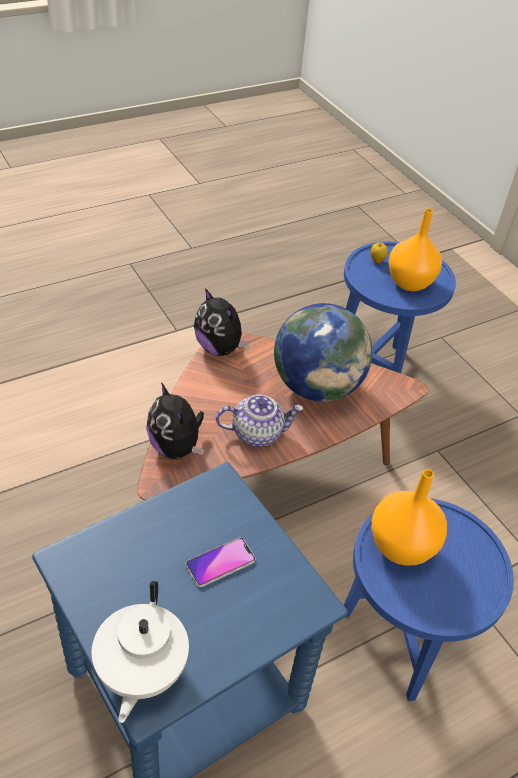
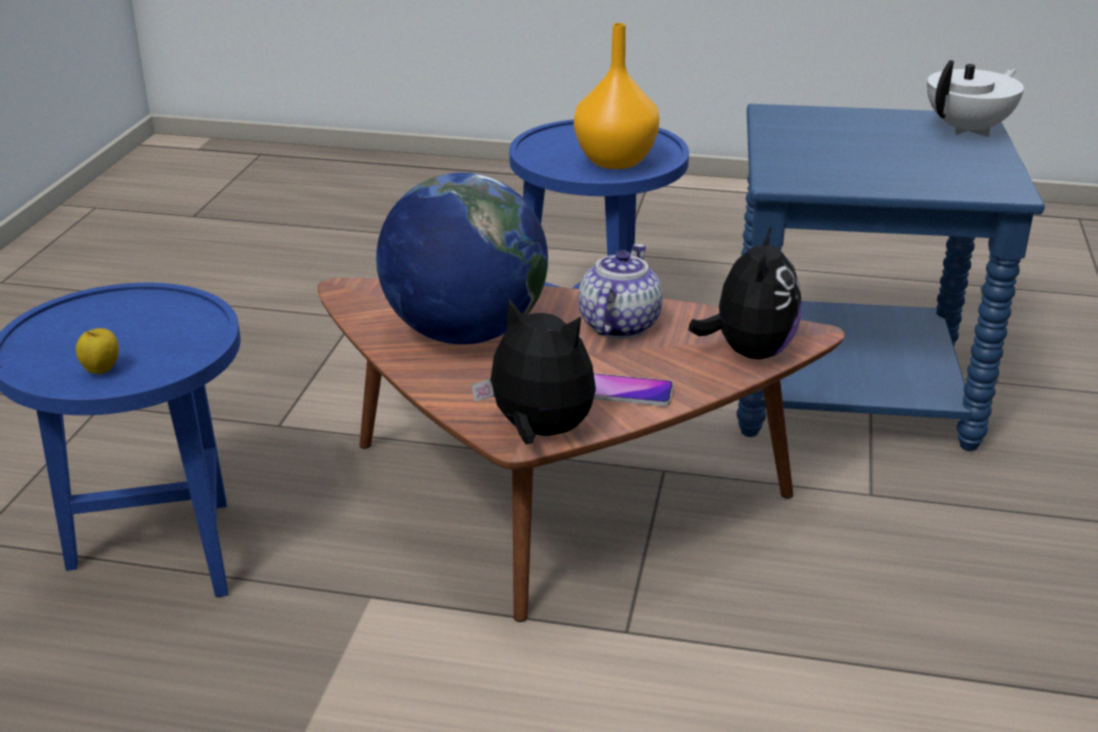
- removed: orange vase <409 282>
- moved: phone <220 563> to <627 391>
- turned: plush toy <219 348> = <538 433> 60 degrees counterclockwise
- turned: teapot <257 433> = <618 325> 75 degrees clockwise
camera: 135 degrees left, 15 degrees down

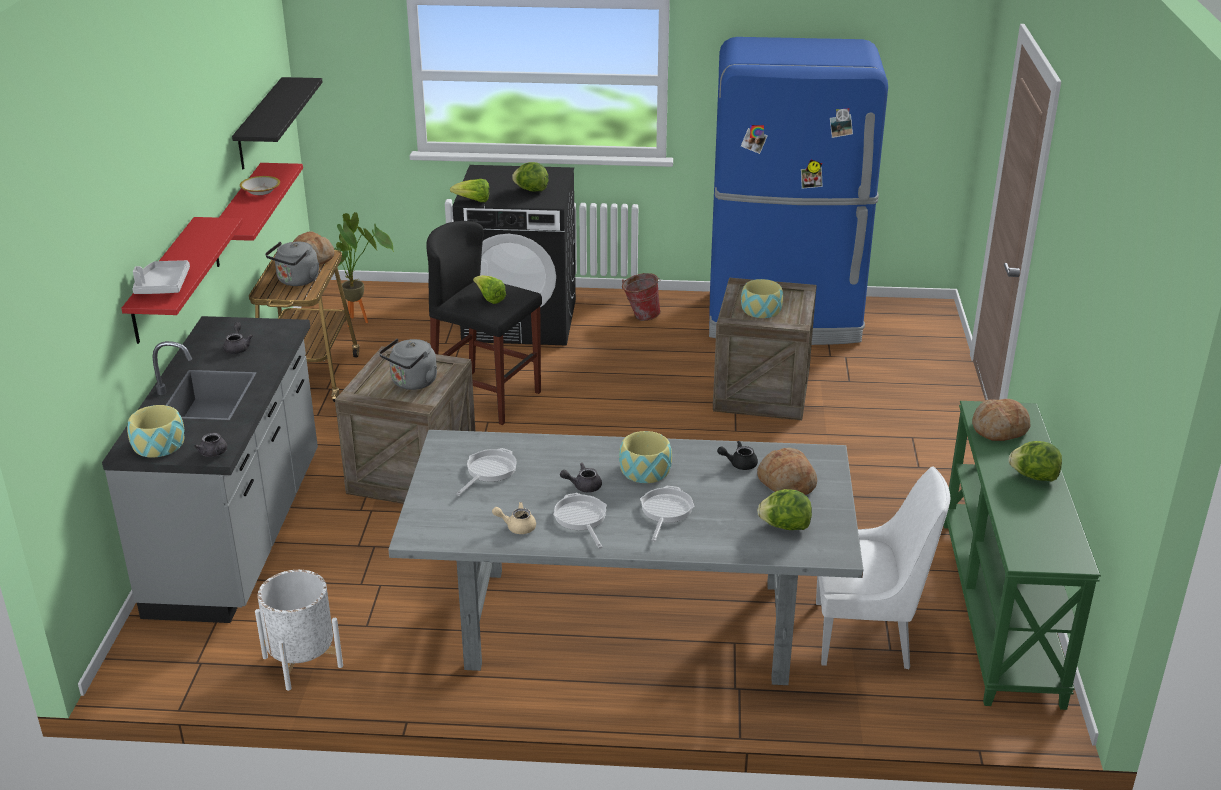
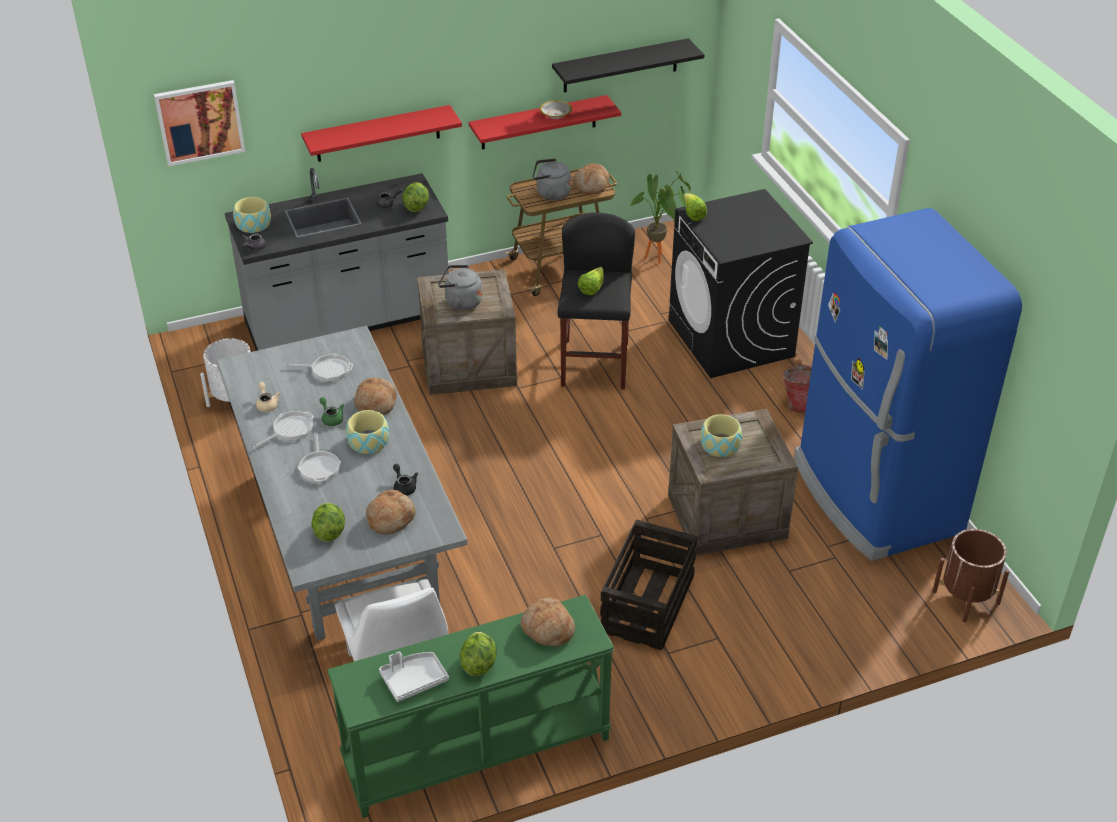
- added: picture <200 122>
- added: bread <375 404>
- added: crate <647 605>
- added: brown planter <966 597>
- moved: grey tray <163 286> to <413 680>
- moved: lettuce <531 190> to <416 207>
- recoloured: grey teapot <583 486> to green teapot <331 418>
- turned: frying pan <665 511> = <319 466> 90 degrees clockwise
camera: 65 degrees right, 10 degrees up

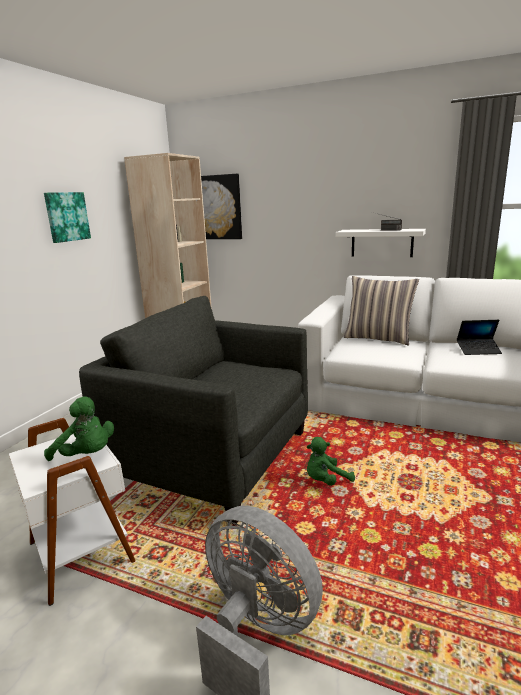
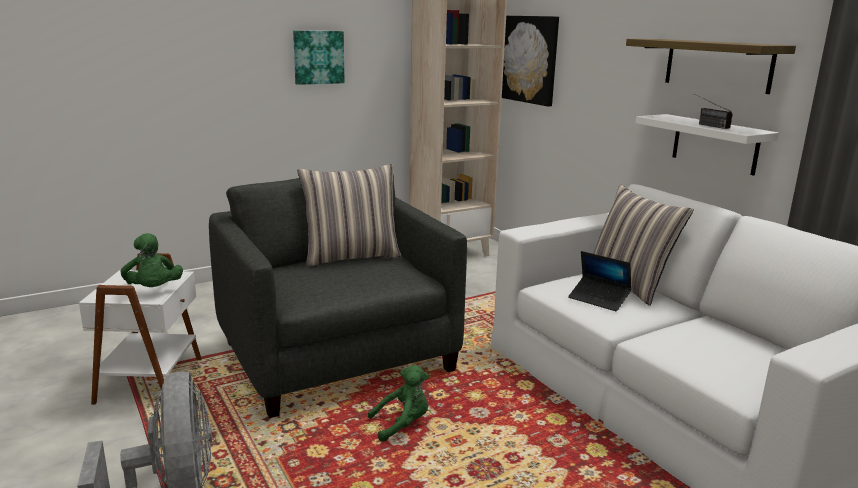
- added: pillow <351 256>
- added: shelf <717 65>
- moved: laptop <478 350> to <599 299>
- turned: green plush toy <326 481> = <402 424> 150 degrees clockwise
camera: 35 degrees right, 0 degrees up

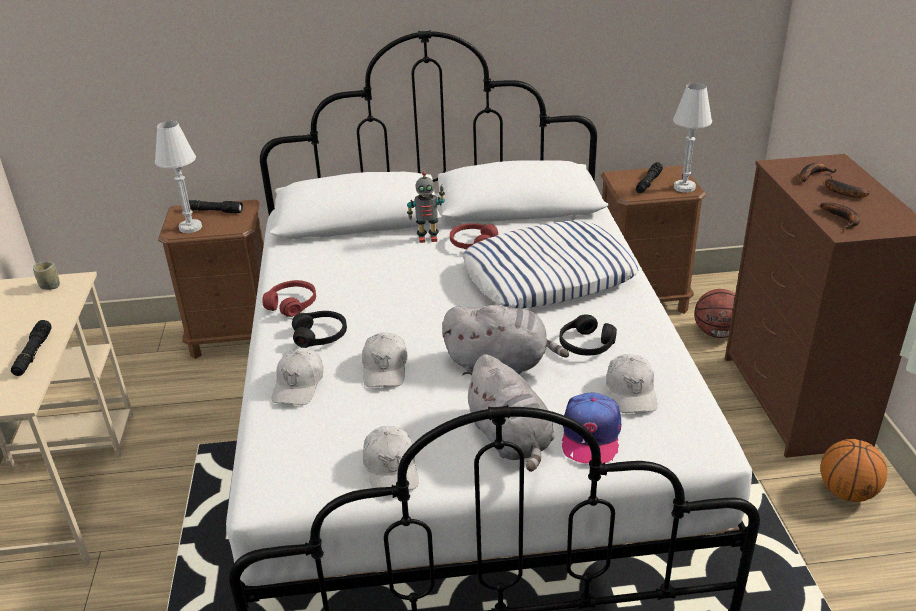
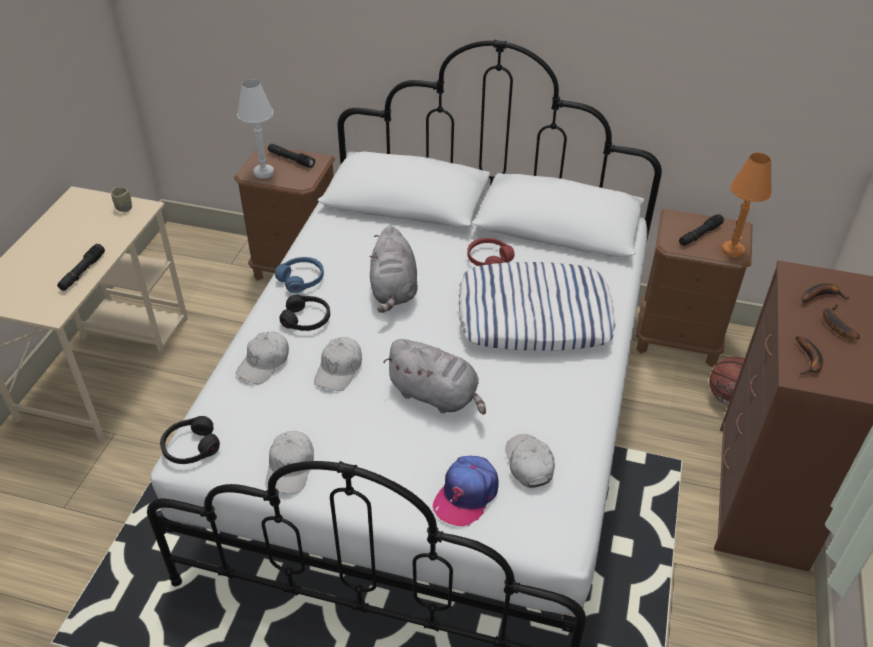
- removed: toy robot <428 238>
- removed: basketball <847 492>
- moved: grey plush toy <511 439> to <393 290>
- moved: black headphones <586 344> to <190 447>
- recoloured: red headphones <292 304> to blue headphones <301 279>
- recoloured: white table lamp <684 187> to orange table lamp <732 250>
- turned: white cap <631 392> = <529 464> 150 degrees clockwise
camera: 20 degrees right, 10 degrees up

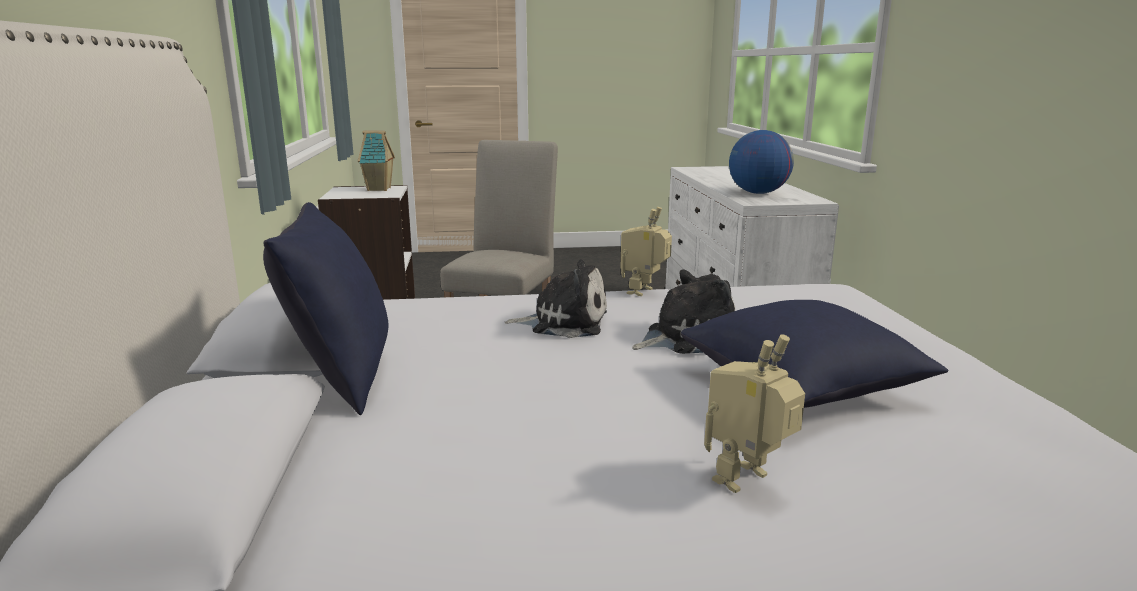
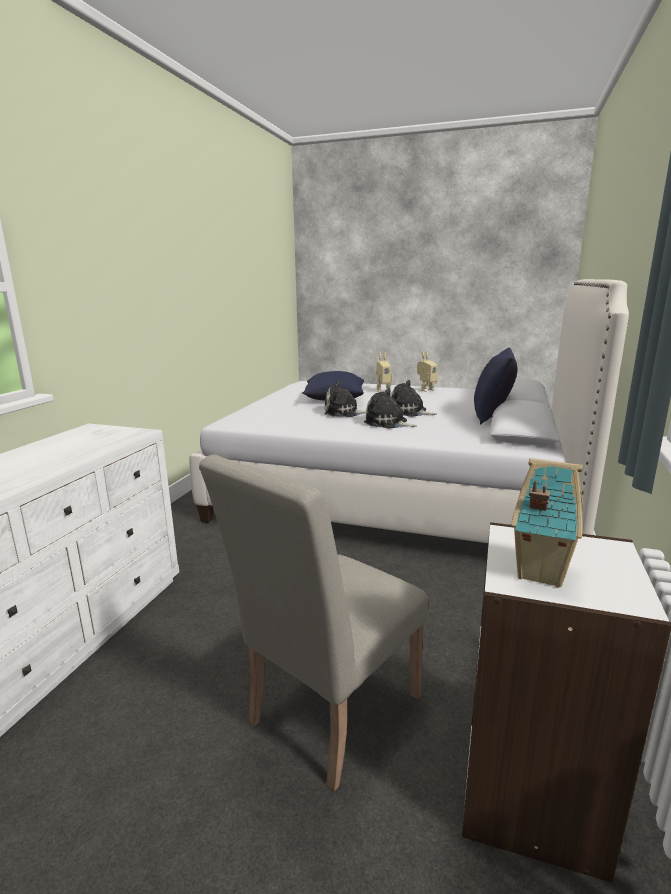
- removed: globe <758 193>
- added: plush toy <409 412>
- moved: toy robot <644 292> to <425 390>
camera: 155 degrees left, 0 degrees up

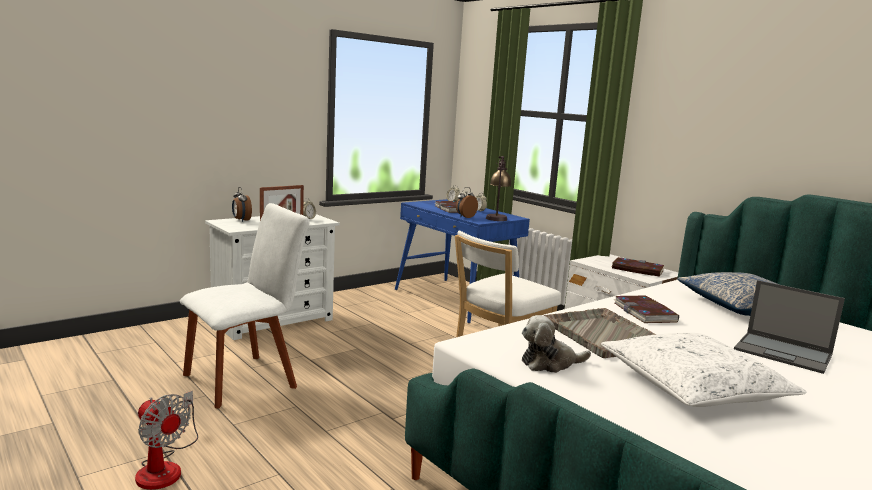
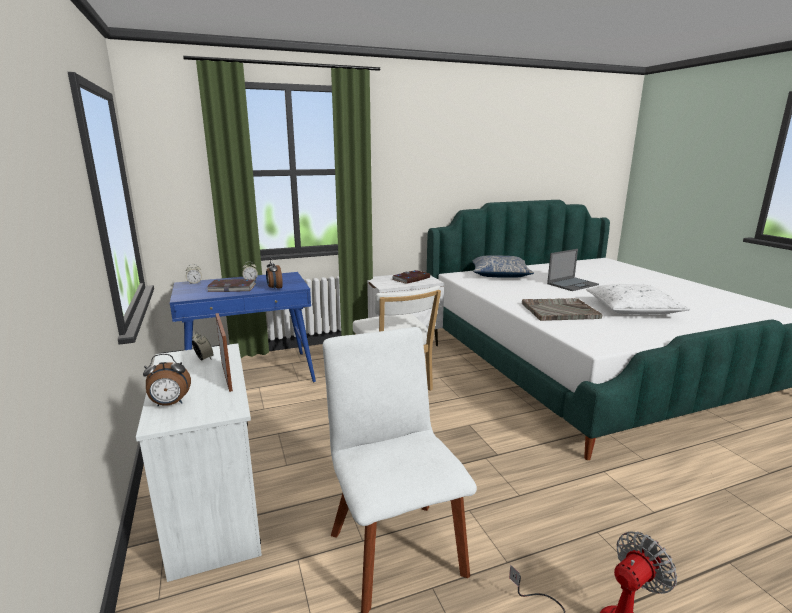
- removed: table lamp <497 217>
- removed: plush toy <550 363>
- removed: book <645 312>
camera: 70 degrees left, 5 degrees up

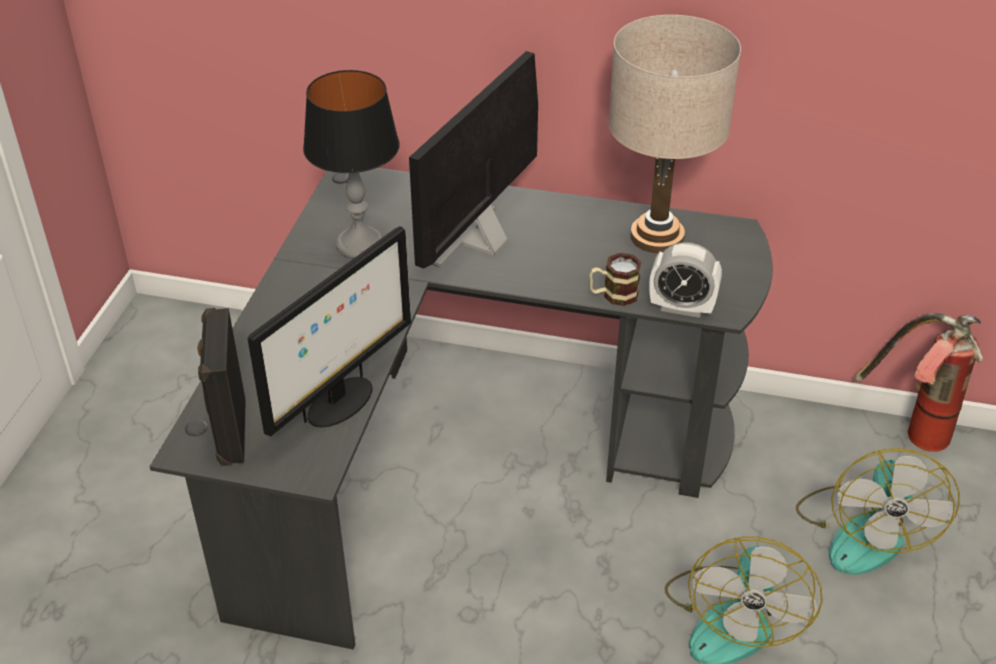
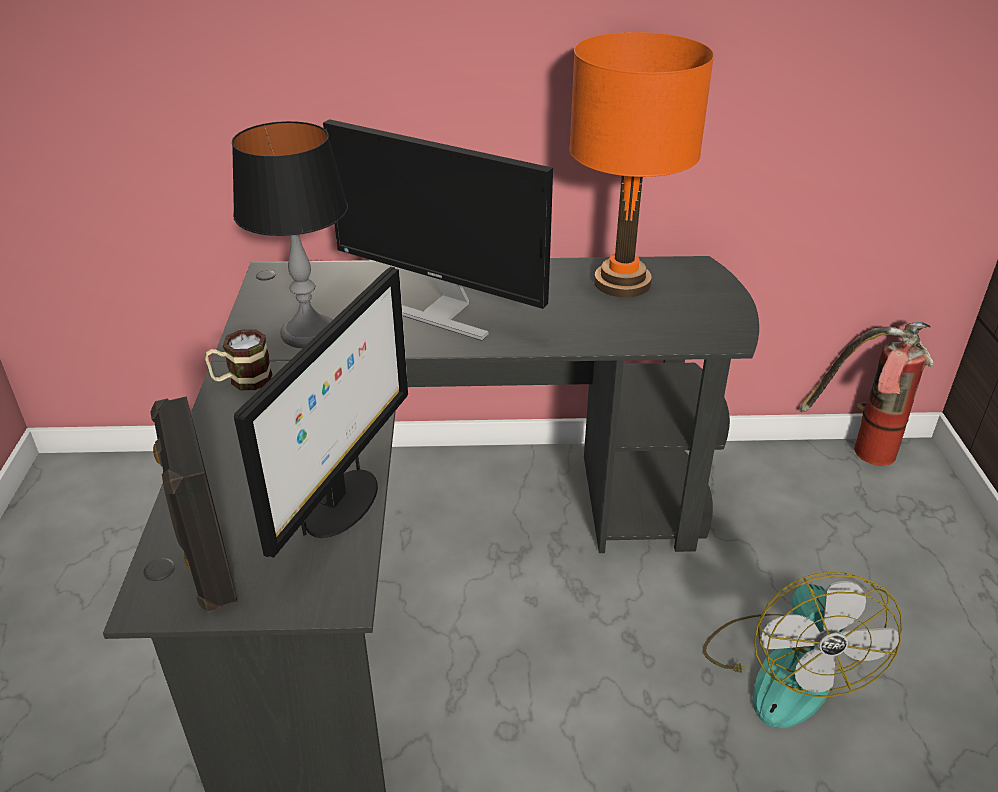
- removed: alarm clock <681 308>
- removed: fan <863 531>
- moved: mug <613 295> to <242 381>
- recoloured: beige table lamp <657 237> to orange table lamp <622 283>
- turned: monitor <480 241> = <442 311> 75 degrees counterclockwise
camera: 15 degrees left, 5 degrees down

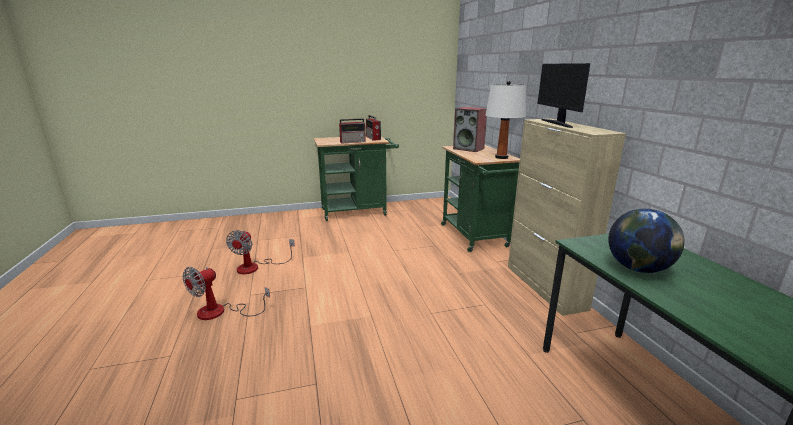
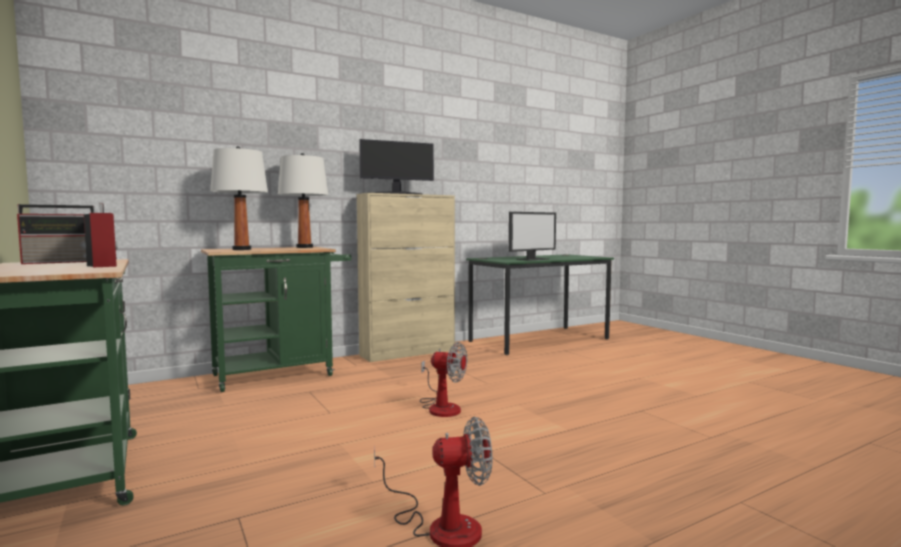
- moved: fan <220 312> to <441 407>
- replaced: speaker <469 149> to white table lamp <241 249>
- replaced: globe <638 268> to monitor <532 259>
camera: 105 degrees left, 15 degrees down

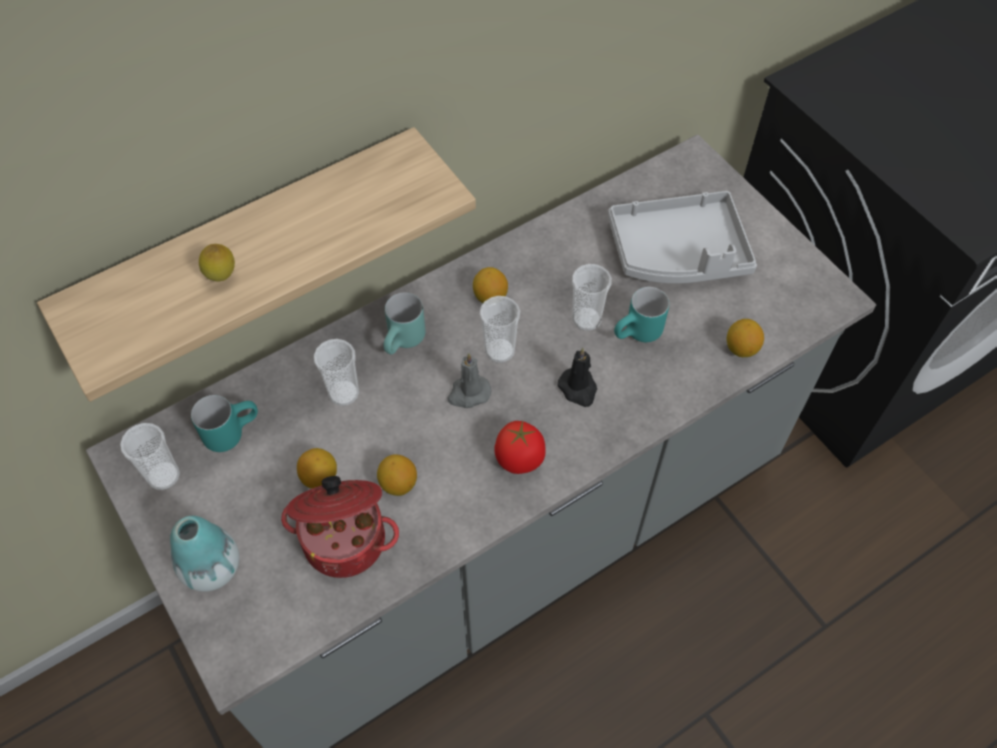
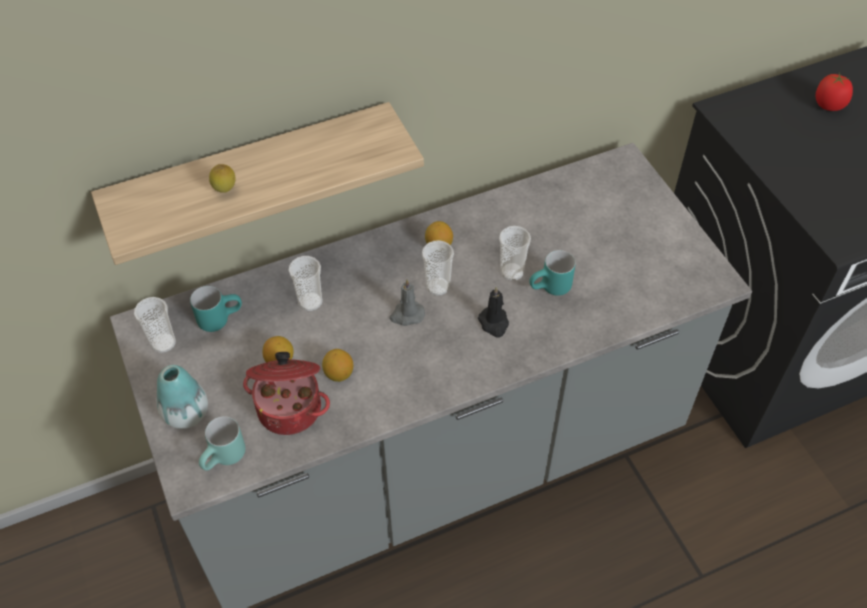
- removed: grey tray <678 252>
- removed: lemon <741 348>
- moved: turquoise mug <405 342> to <225 459>
- moved: tomato <520 459> to <829 105>
camera: 10 degrees right, 5 degrees down

